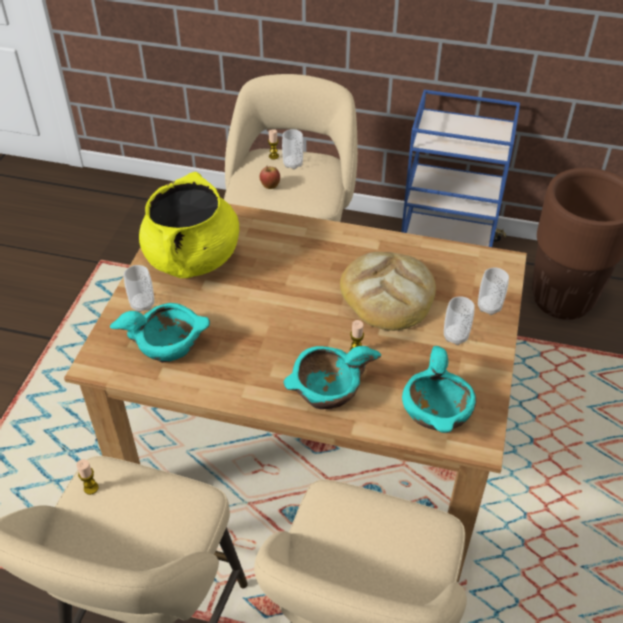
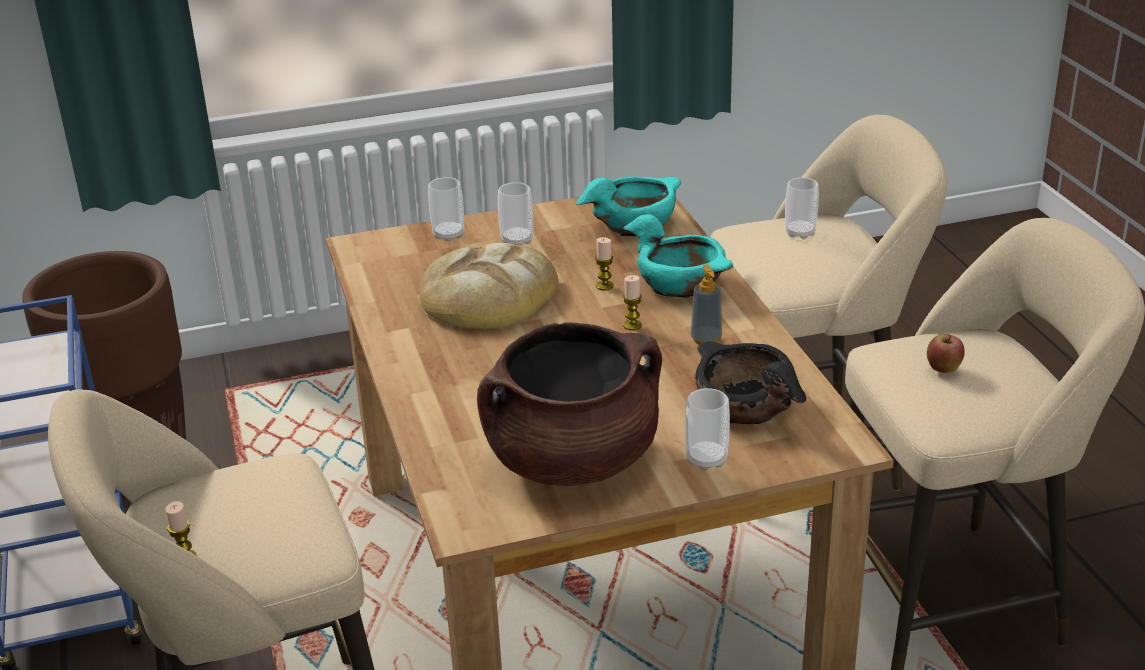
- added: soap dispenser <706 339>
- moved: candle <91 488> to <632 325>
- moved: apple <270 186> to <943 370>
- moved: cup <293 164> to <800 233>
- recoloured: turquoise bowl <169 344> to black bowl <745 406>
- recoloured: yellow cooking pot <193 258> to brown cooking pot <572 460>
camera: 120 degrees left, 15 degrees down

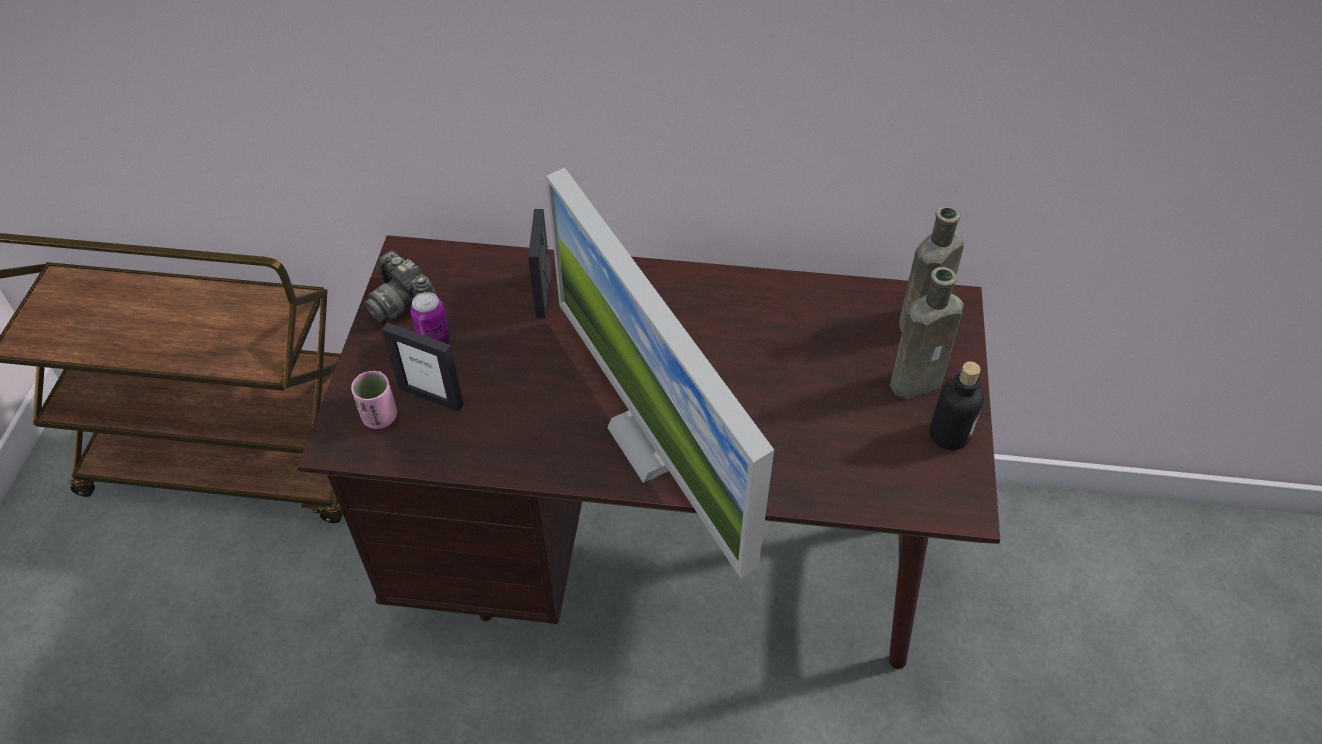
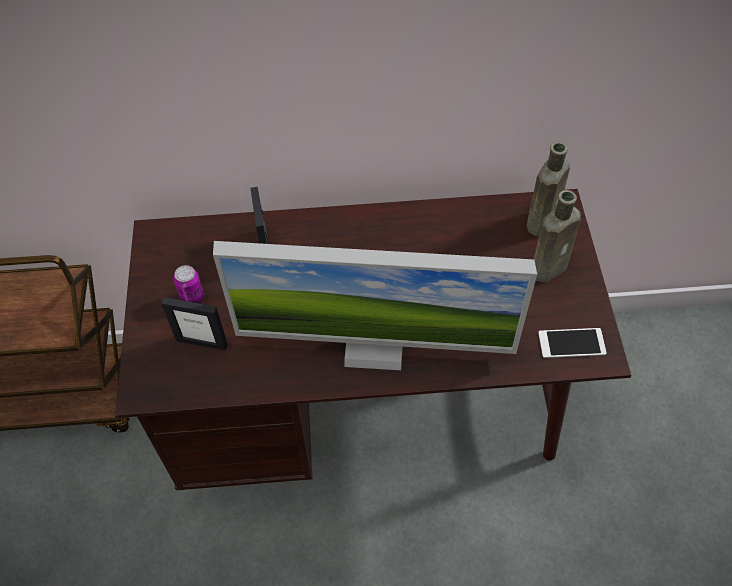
- removed: pink cup <380 417>
- removed: photo camera <402 302>
- removed: bottle <949 435>
- added: phone <571 343>
- turned: monitor <654 441> = <374 347> 45 degrees counterclockwise
camera: 10 degrees left, 5 degrees up

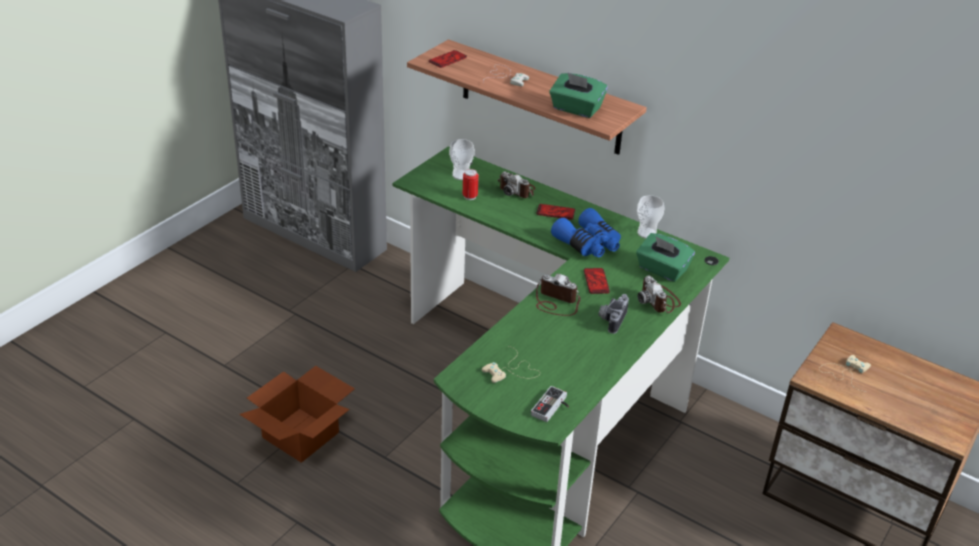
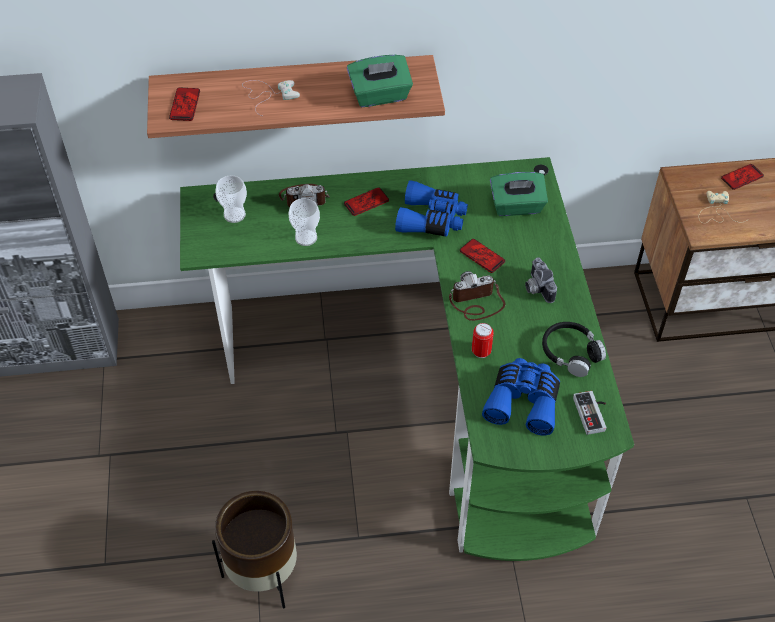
- removed: photo camera <659 300>
- added: black headphones <571 353>
- added: phone <742 177>
- moved: can <470 196> to <481 351>
- moved: cup <647 233> to <306 238>
- replaced: cardboard box <303 434> to brown planter <264 574>
- replaced: beige game controller <512 370> to blue binoculars <523 401>
camera: 40 degrees left, 15 degrees up

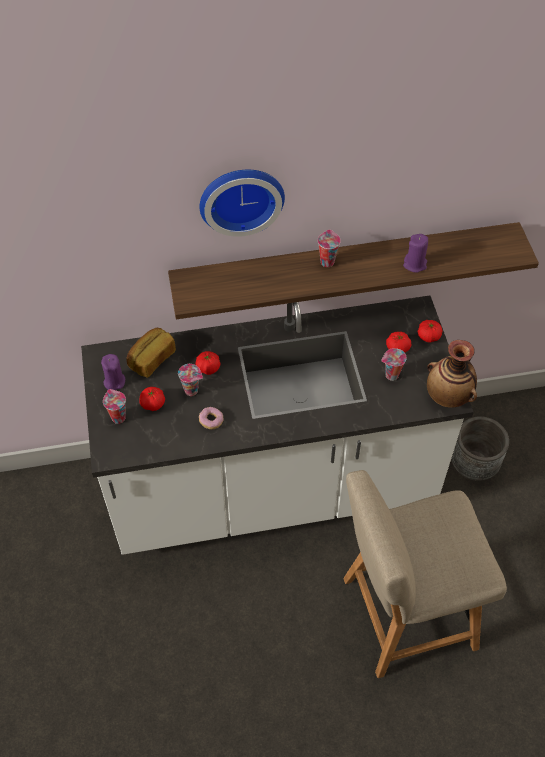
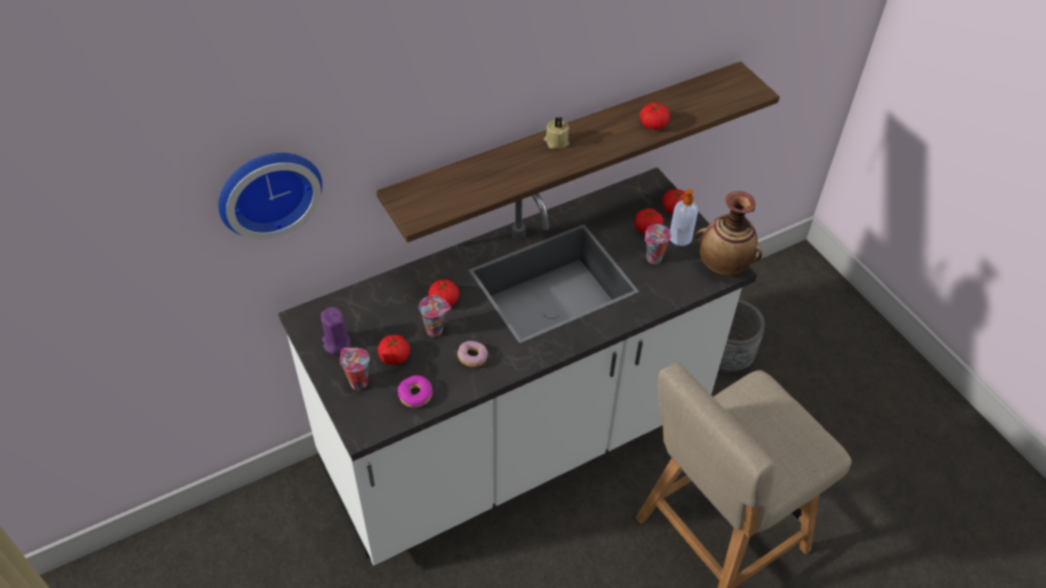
- removed: bread <151 359>
- added: donut <415 395>
- added: soap dispenser <679 238>
- moved: wall clock <240 197> to <267 190>
- replaced: cup <327 261> to beige candle <556 141>
- replaced: purple candle <415 264> to tomato <653 124>
camera: 20 degrees left, 5 degrees down

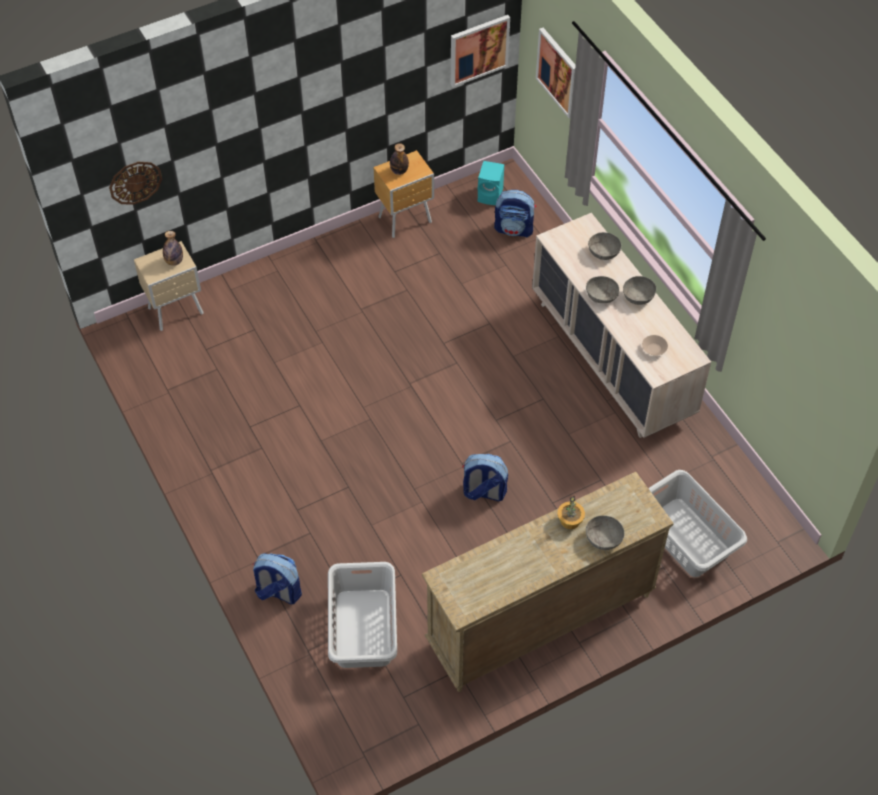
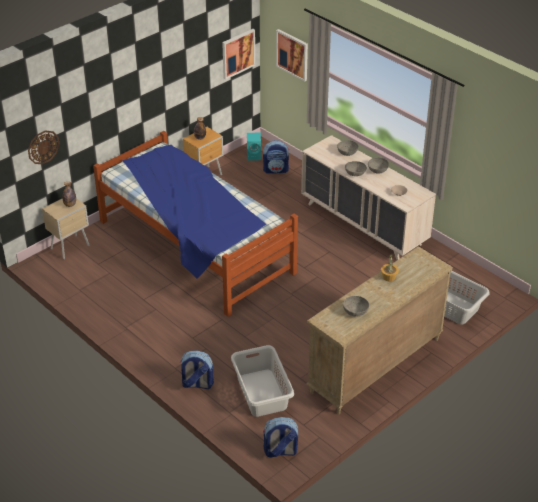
- added: bed <194 247>
- moved: backpack <483 492> to <280 451>
- moved: grey bowl <603 538> to <355 311>
camera: 15 degrees left, 15 degrees down

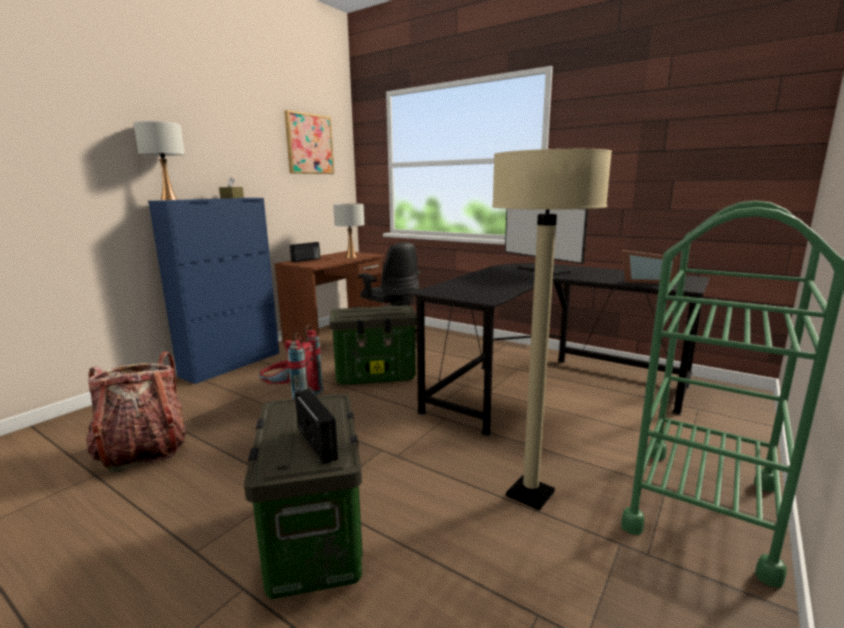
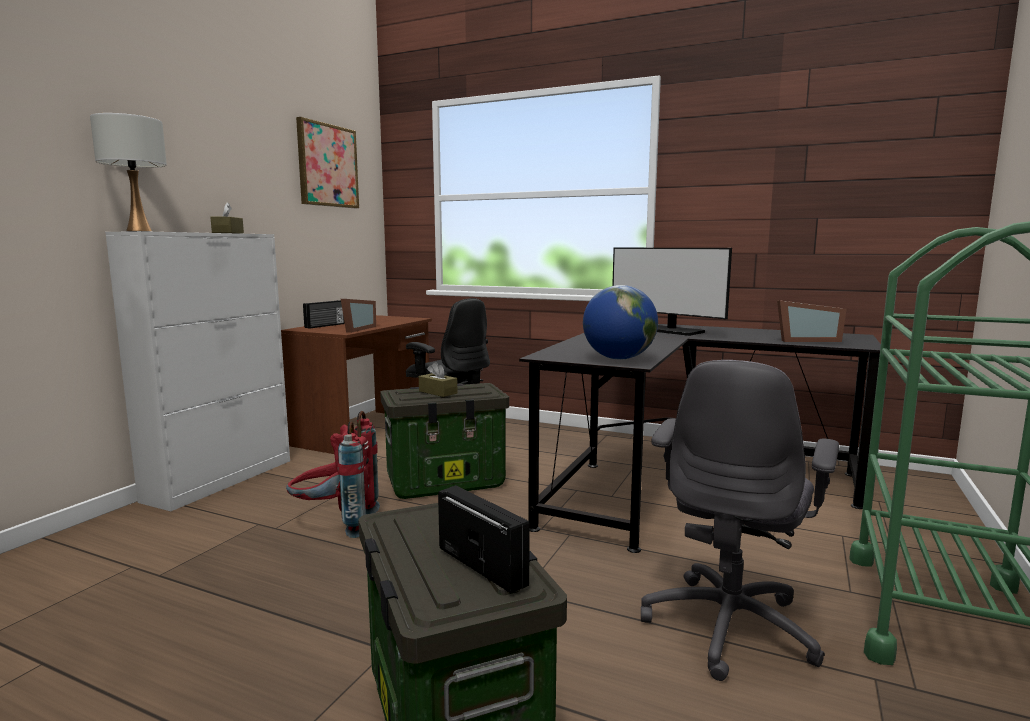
- removed: backpack <143 450>
- removed: white table lamp <351 257>
- added: picture frame <355 329>
- added: brown tissue box <438 392>
- added: globe <619 358>
- replaced: beige floor lamp <530 494> to grey office chair <730 626>
- recoloured: blue cabinet <232 364> to white cabinet <221 480>
camera: 10 degrees left, 5 degrees down

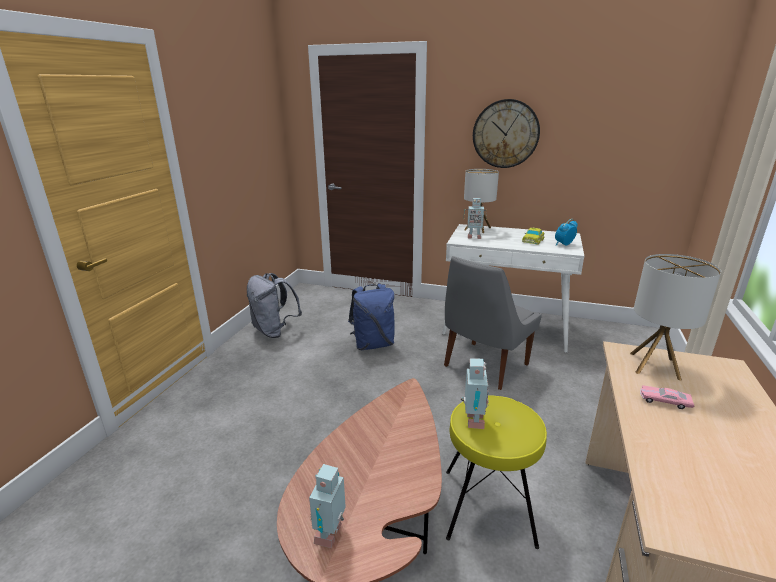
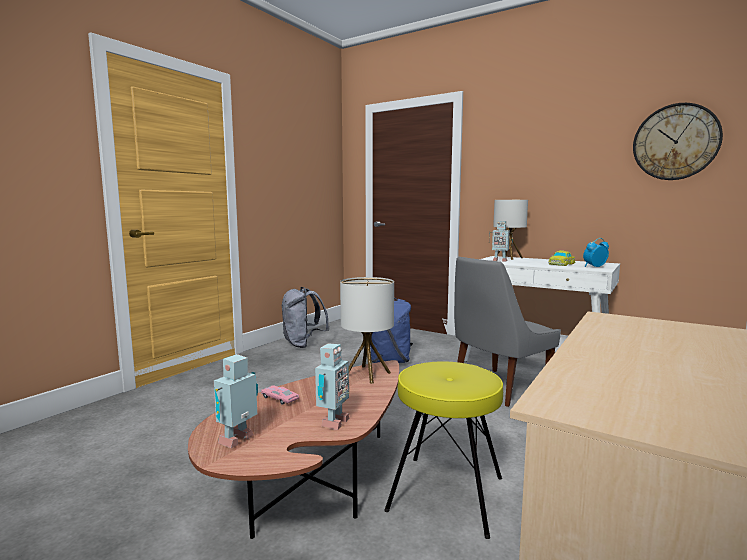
- moved: toy robot <472 421> to <332 423>
- moved: wall clock <505 134> to <675 142>
- moved: table lamp <654 366> to <367 374>
- moved: pink toy car <664 401> to <279 399>
camera: 15 degrees right, 15 degrees down

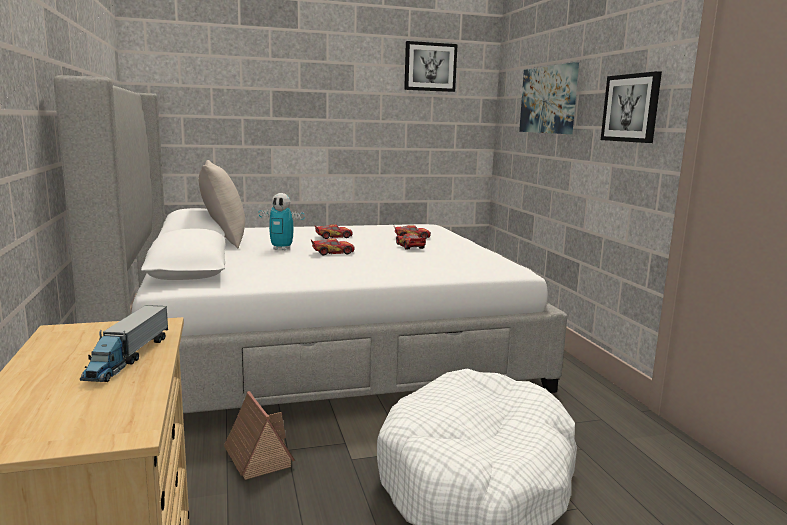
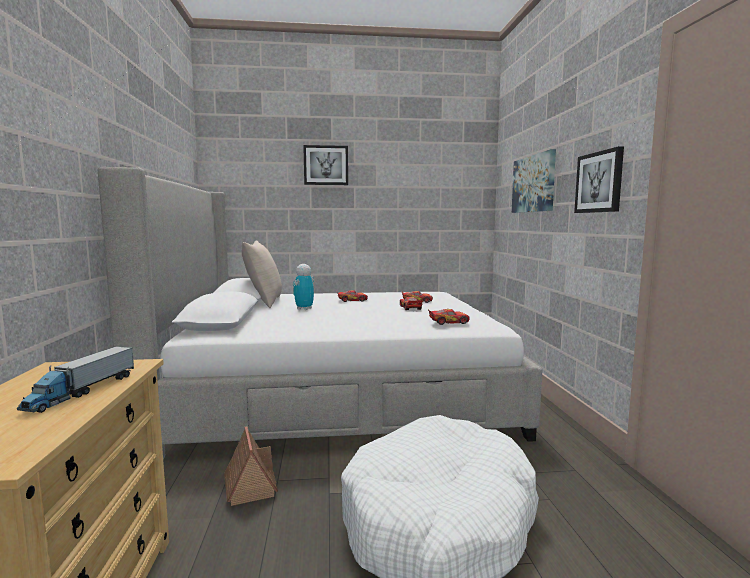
- moved: toy car <333 252> to <448 322>
- moved: picture <430 67> to <326 165>
- turned: toy robot <281 249> = <304 309> 90 degrees clockwise
camera: 10 degrees right, 5 degrees down

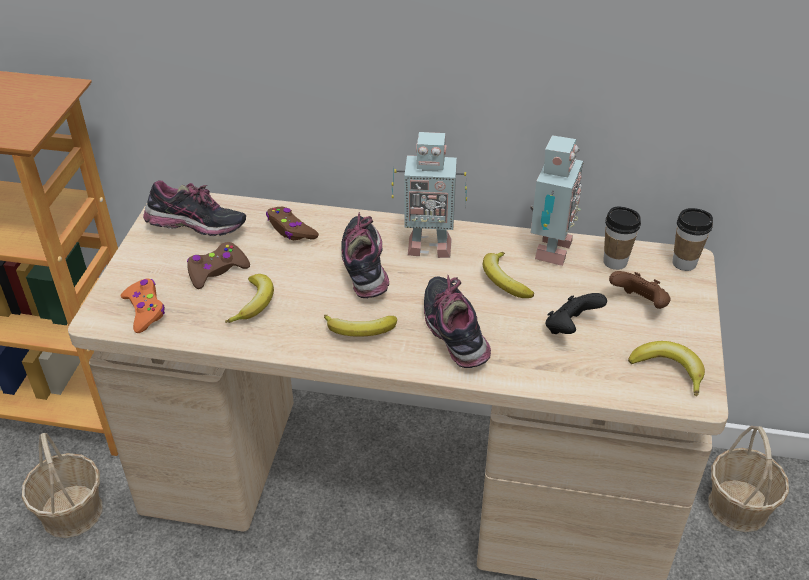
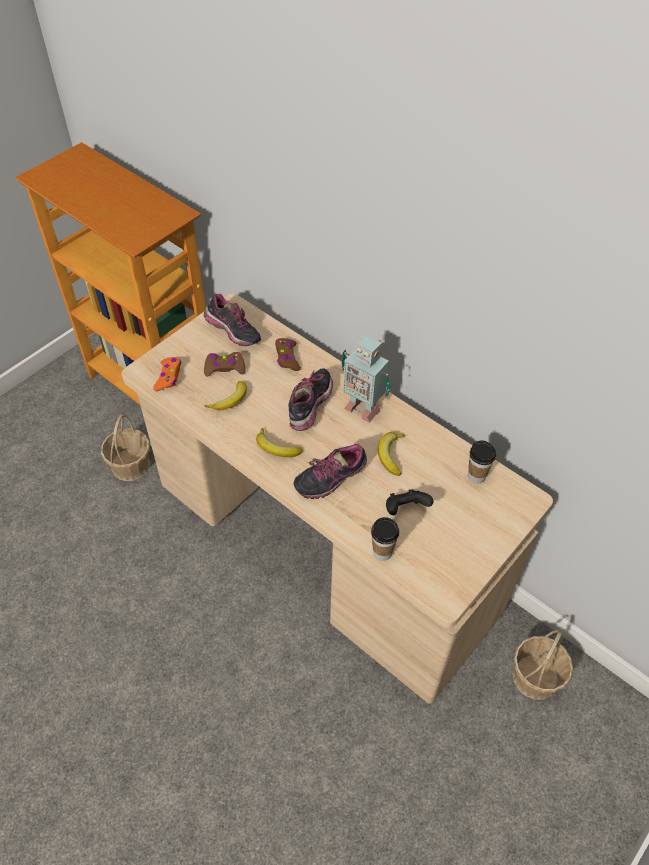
- removed: toy robot <548 251>
- removed: brown game controller <639 304>
- removed: banana <668 369>
- moved: cup <684 263> to <382 552>
- turned: shoe <455 334> = <330 478> 135 degrees counterclockwise
camera: 30 degrees right, 10 degrees up

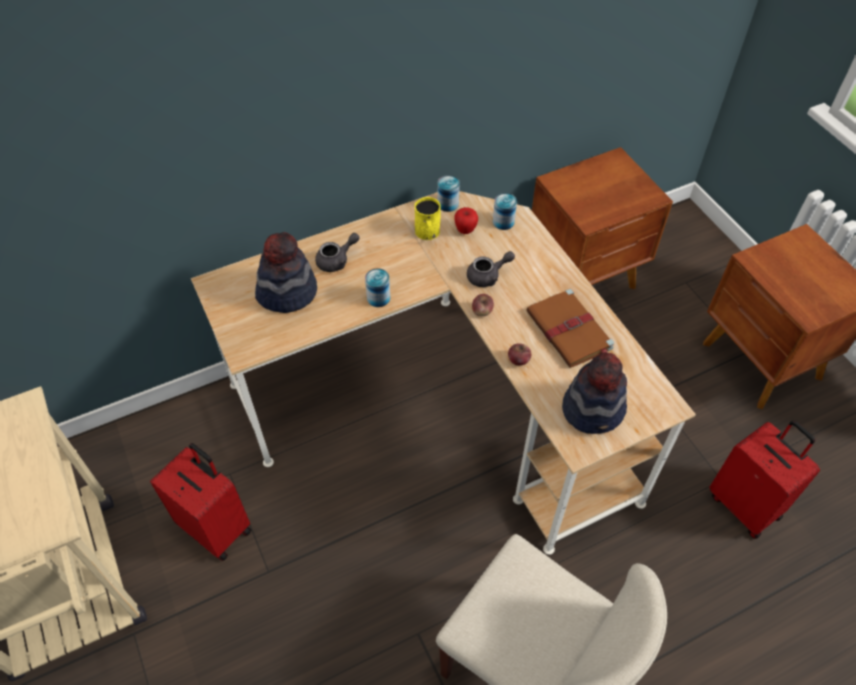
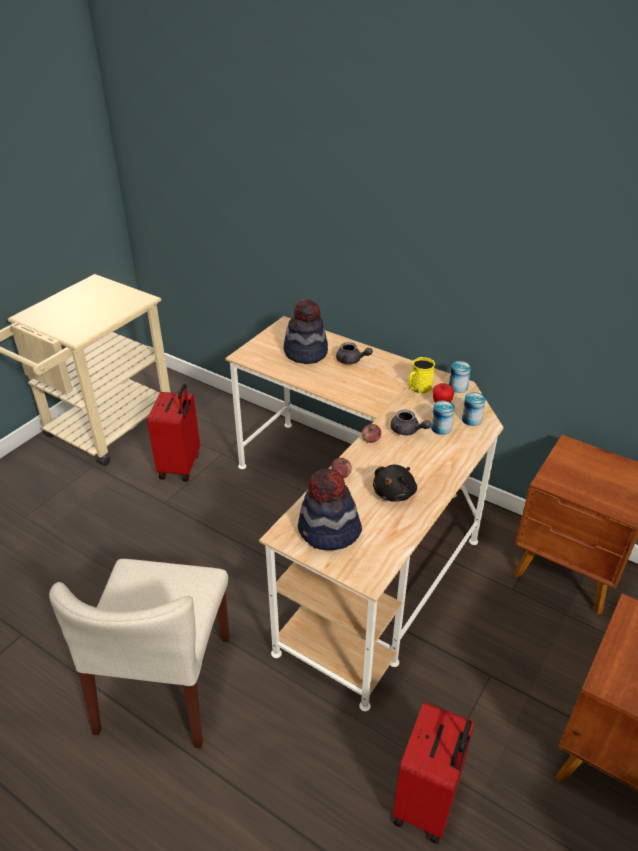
- moved: can <378 298> to <441 428>
- replaced: brown book <570 331> to black plush toy <395 492>
camera: 60 degrees right, 15 degrees down

